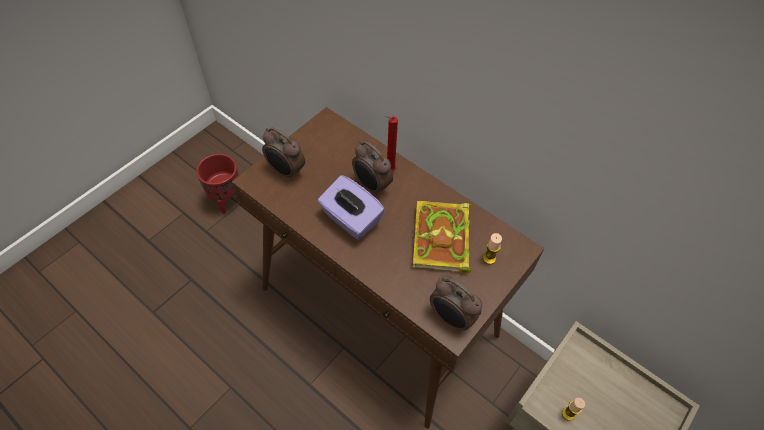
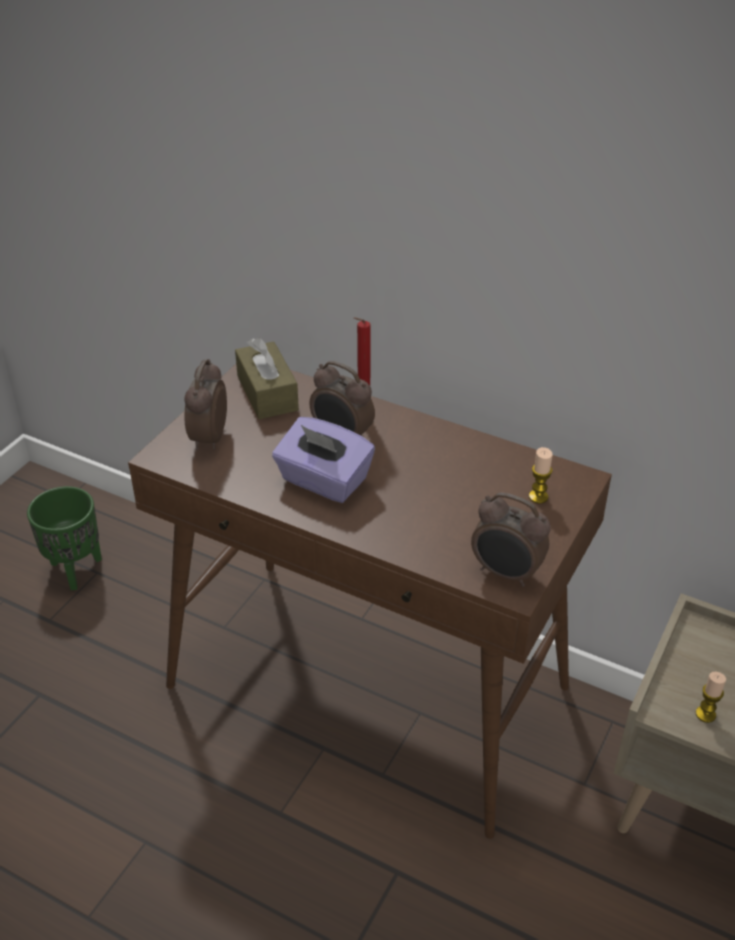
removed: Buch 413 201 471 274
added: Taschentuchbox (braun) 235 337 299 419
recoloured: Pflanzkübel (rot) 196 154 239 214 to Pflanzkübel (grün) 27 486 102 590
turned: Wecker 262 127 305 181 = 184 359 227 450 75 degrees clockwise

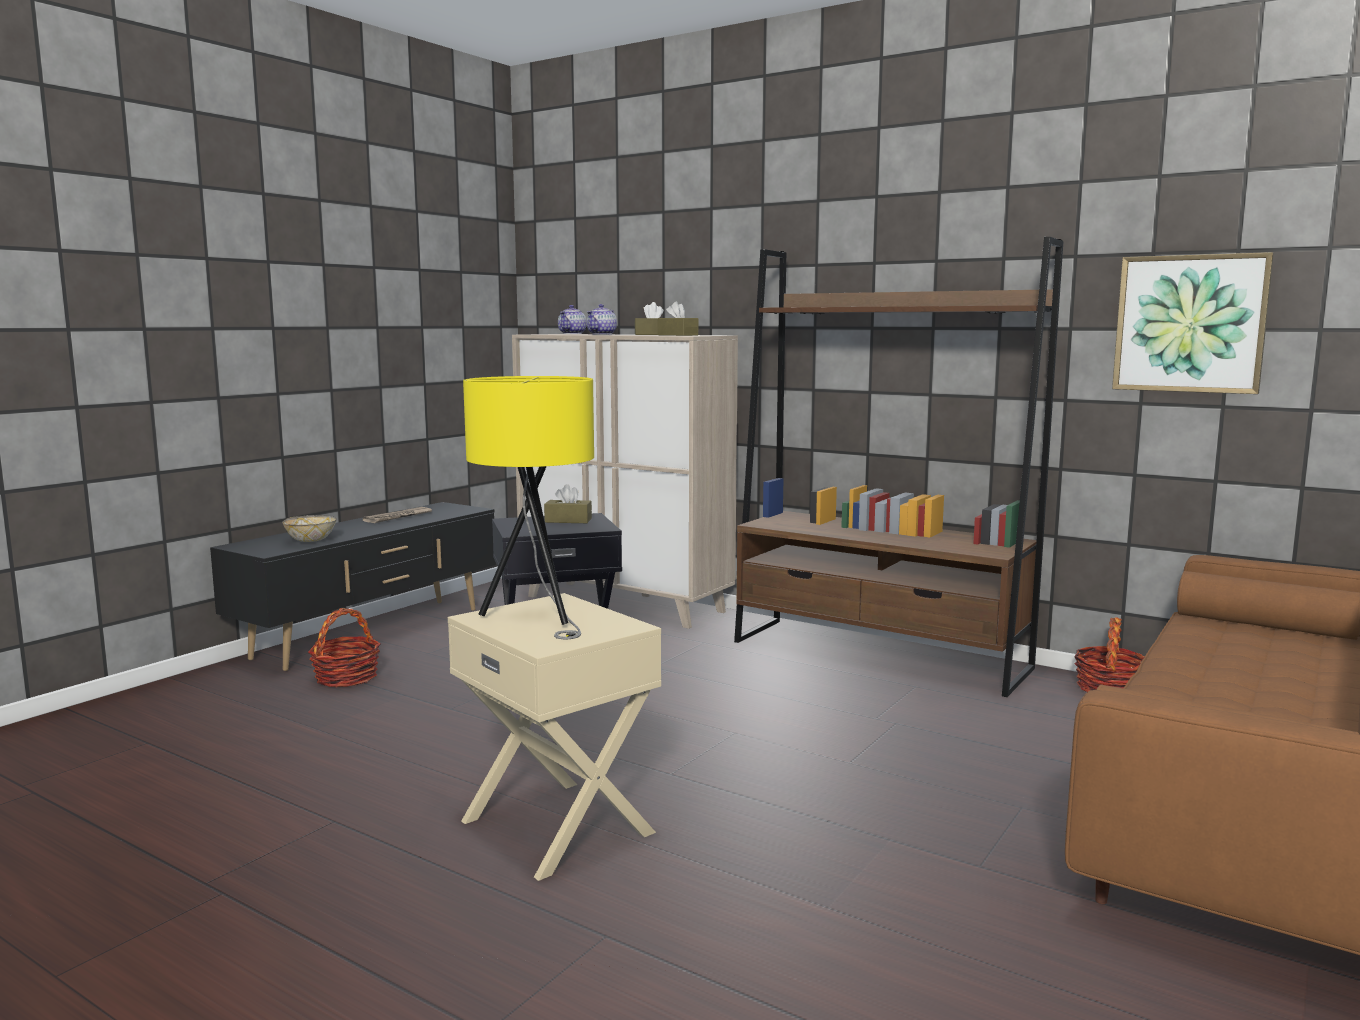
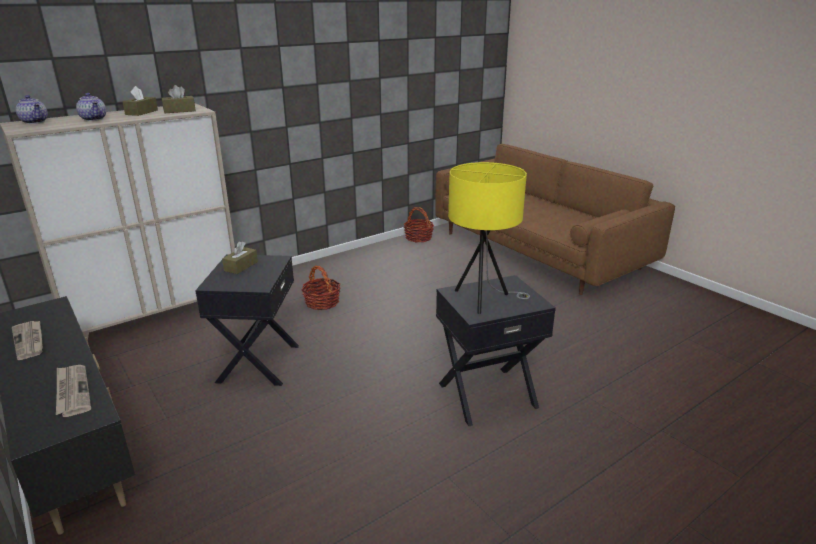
removed: Bücherregal (braun) 734 237 1063 697; Bild 1112 252 1274 394
moved: Korb 308 608 381 687 to 302 266 341 310
replaced: Schüssel 282 515 337 542 to Zeitung 56 365 91 417
recoloured: Beistelltisch (beige) 448 593 661 881 to Beistelltisch (schwarz) 436 275 556 426

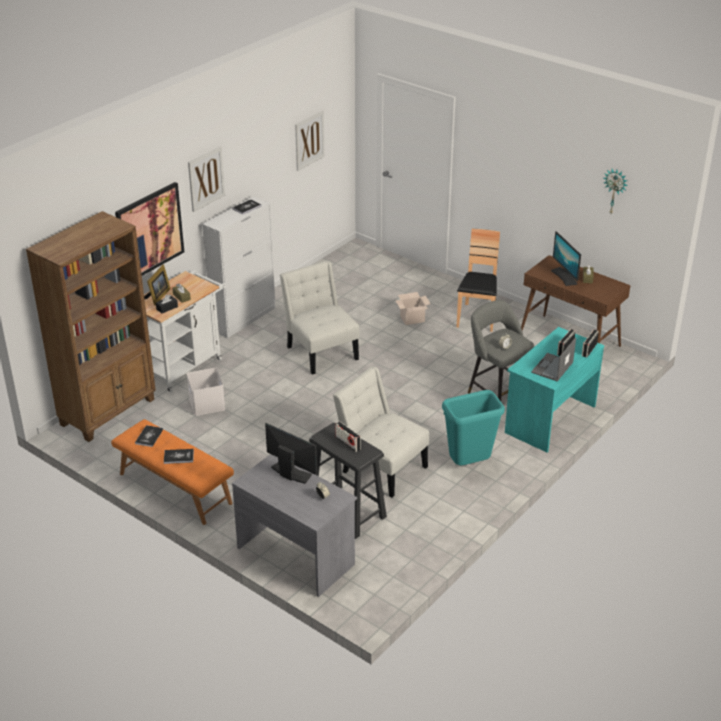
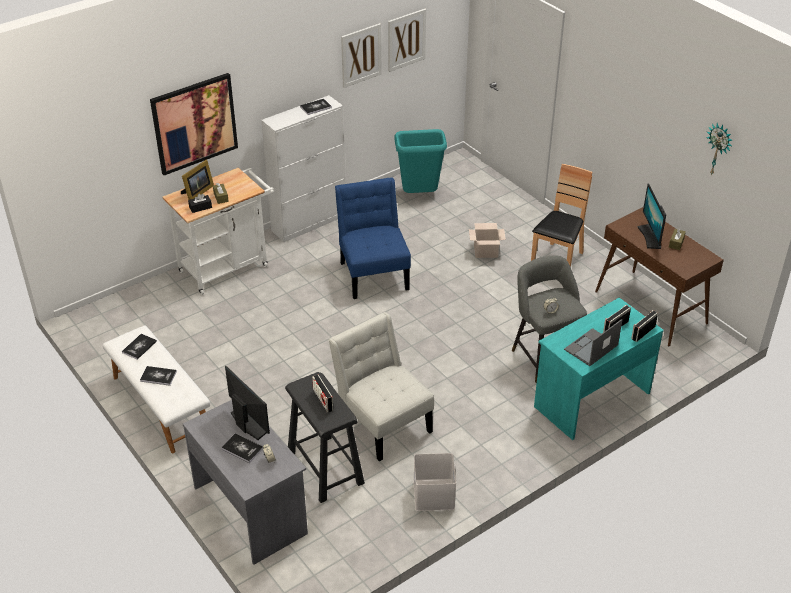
removed: Bücherregal (braun) 26 211 156 442
added: Buch 221 433 263 463
moved: Aufbewahrungsbox (weiß) 187 368 225 416 to 413 453 456 511; Bild 188 146 225 212 to 341 23 382 88; Mülleimer (türkis) 442 390 505 465 to 394 129 447 193
recoloured: Bank (orange) 111 419 234 525 to Bank (weiß) 103 325 210 453; Stuhl (weiß) 280 261 359 375 to Stuhl (blau) 335 177 411 299

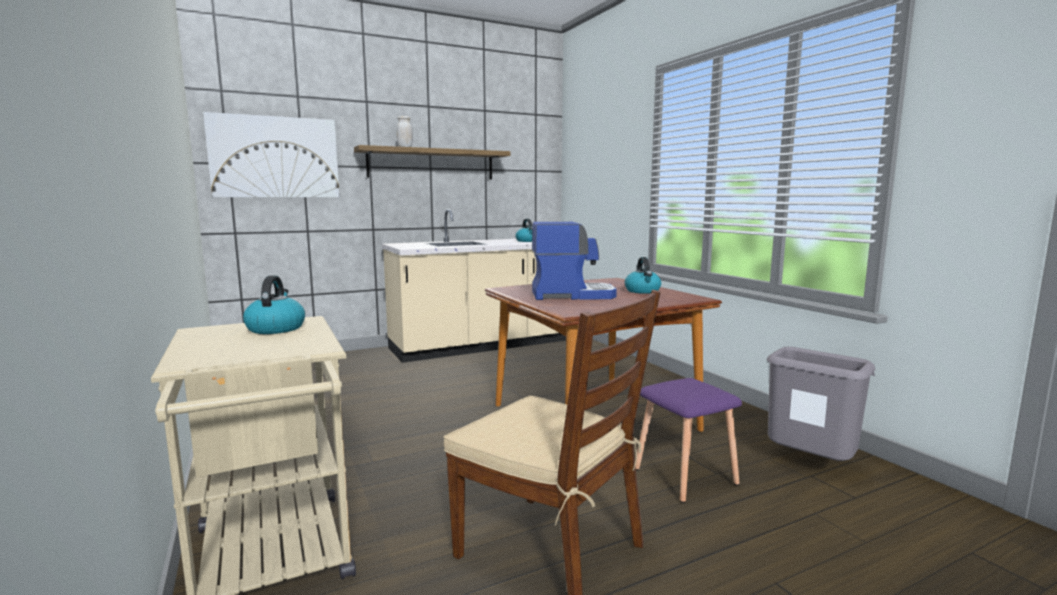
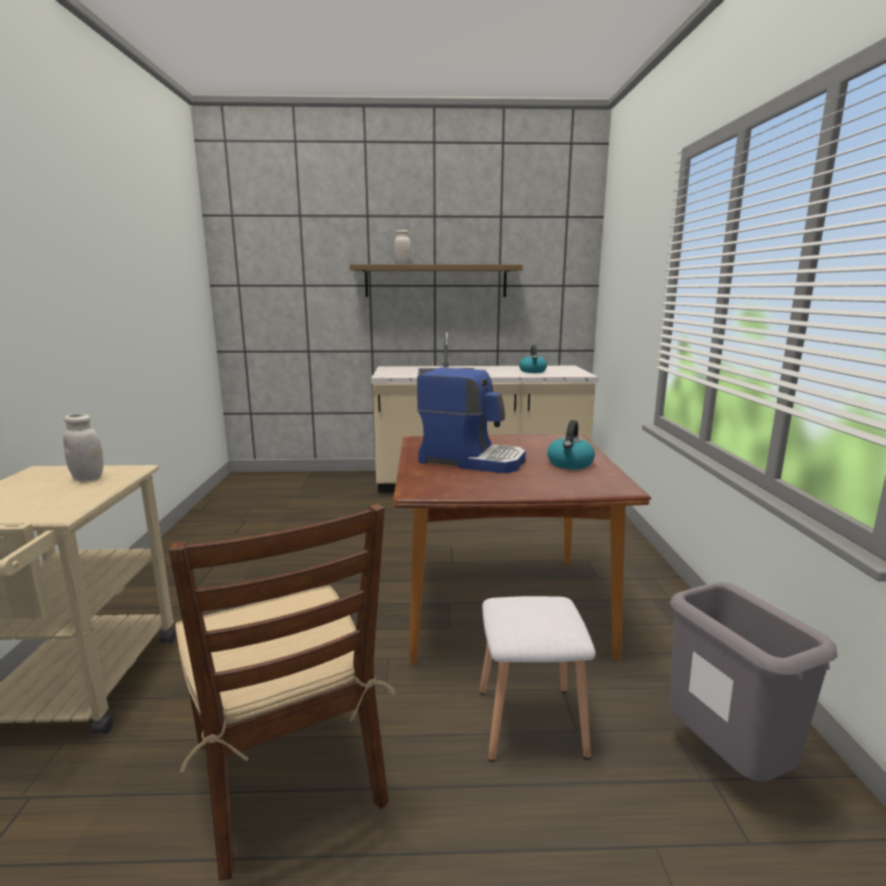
removed: Bild 203 112 340 197
replaced: Wasserkessel 243 275 305 334 to Vorratsglas (weiß) 63 414 104 481
recoloured: Hocker (lila) 635 378 742 503 to Hocker (weiß) 479 596 596 762

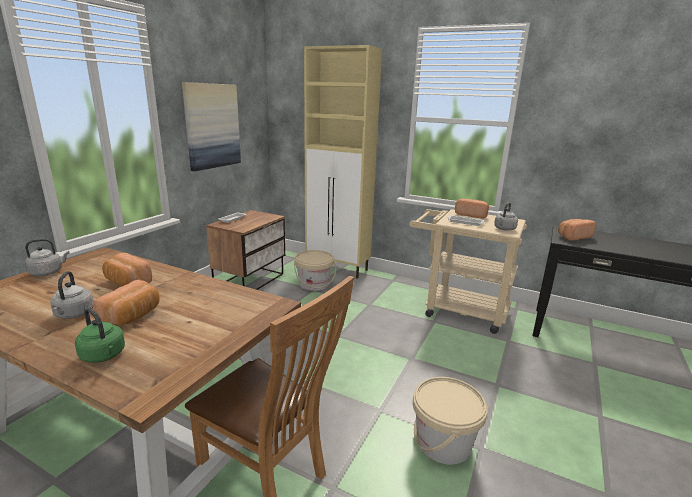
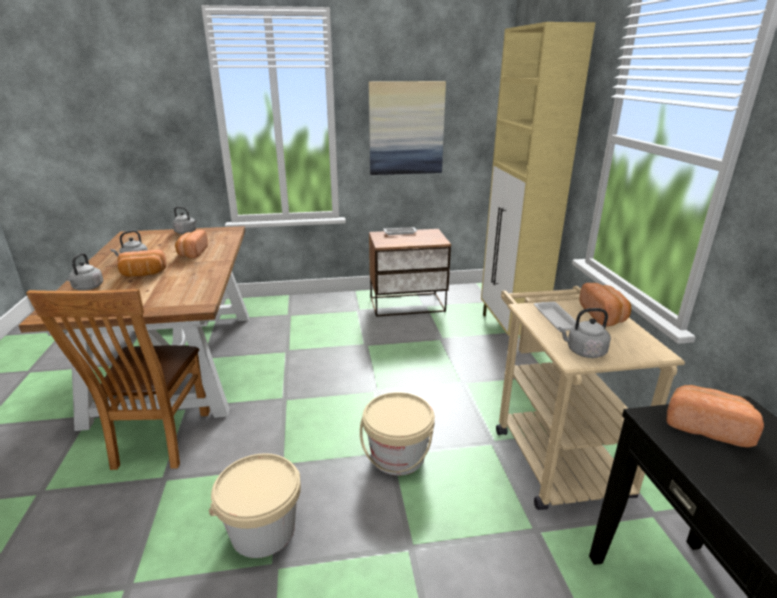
moved: Eimer (beige) 294 250 336 291 to 360 392 435 476
recoloured: Wasserkessel (grün) 75 308 125 363 to Wasserkessel (grau) 66 253 103 291

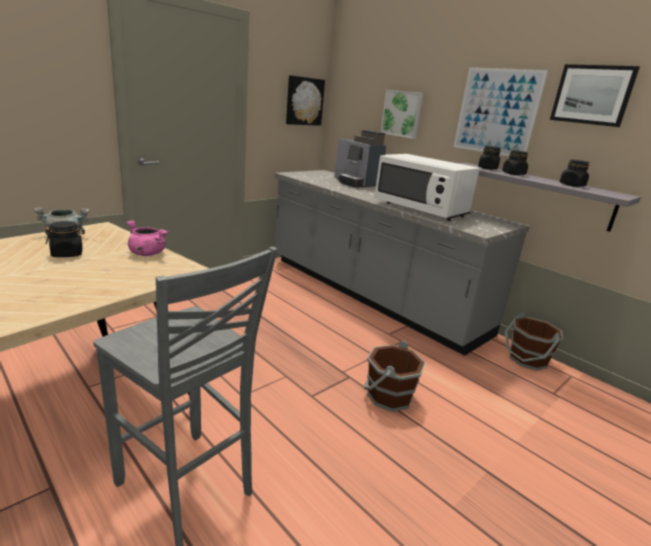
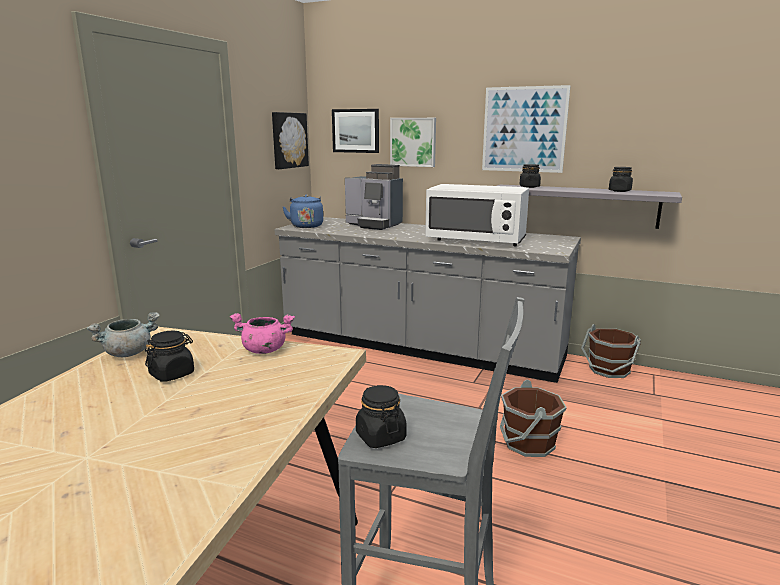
added: Wasserkessel (blau) 283 195 323 228
moved: Vorratsglas (schwarz) 502 150 528 175 to 356 385 407 448; Bild 550 64 640 127 to 332 109 379 153

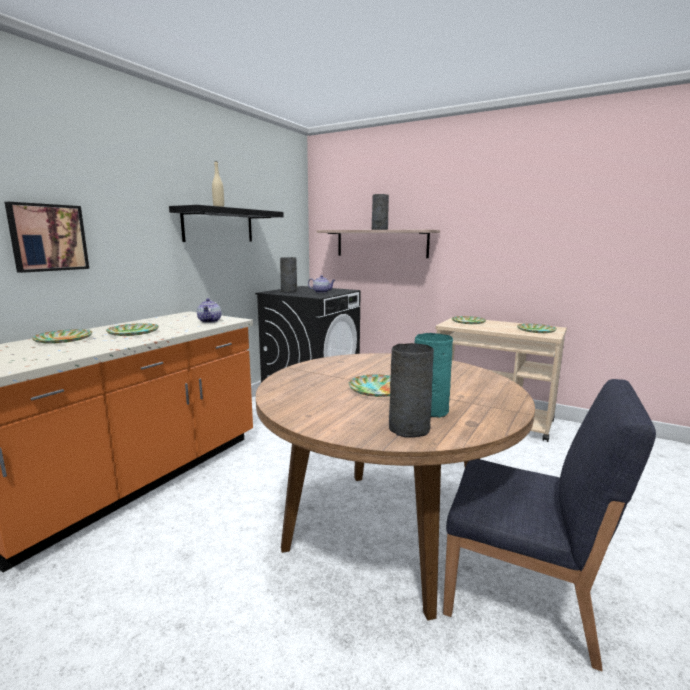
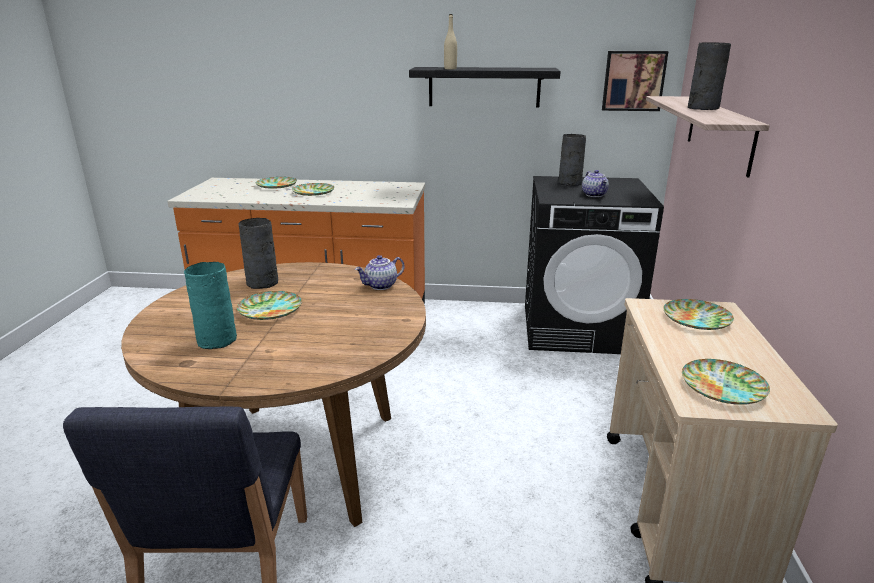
moved: Bild 5 202 89 273 to 602 51 669 111; Teekanne 197 298 222 323 to 355 255 405 290; Vase (grau) 389 343 434 438 to 238 218 278 289

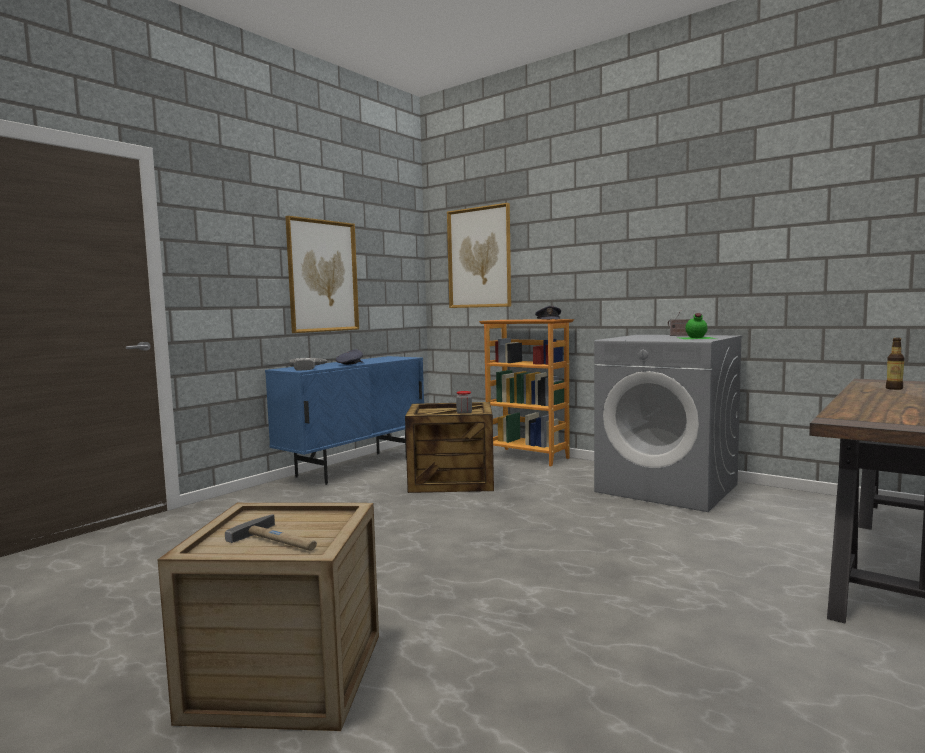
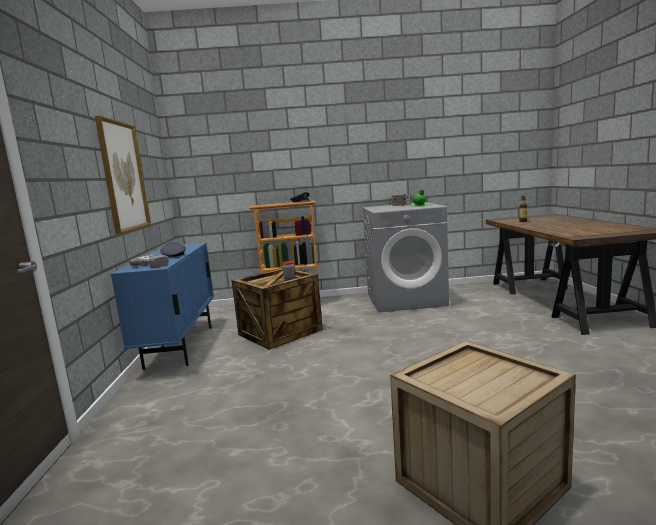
removed: Hammer 225 514 317 551; Bild 447 203 511 308

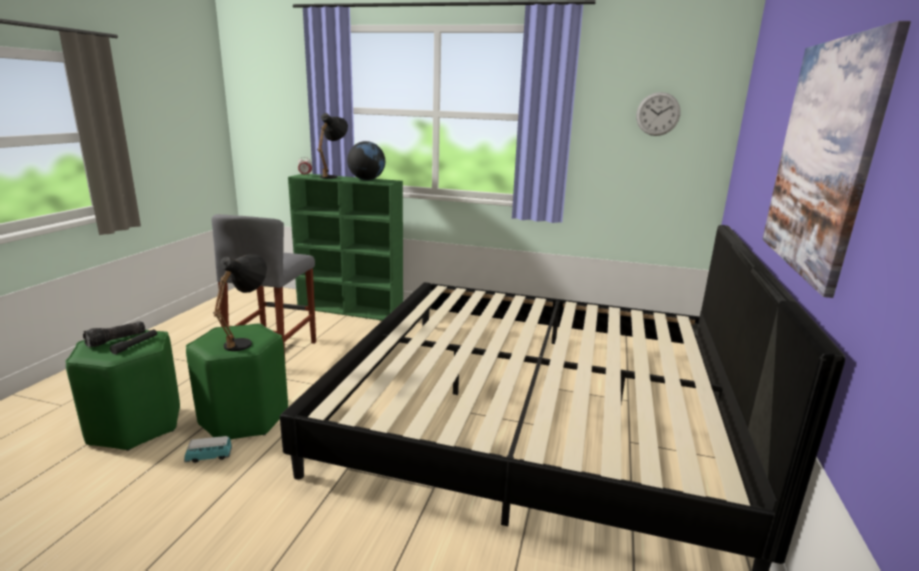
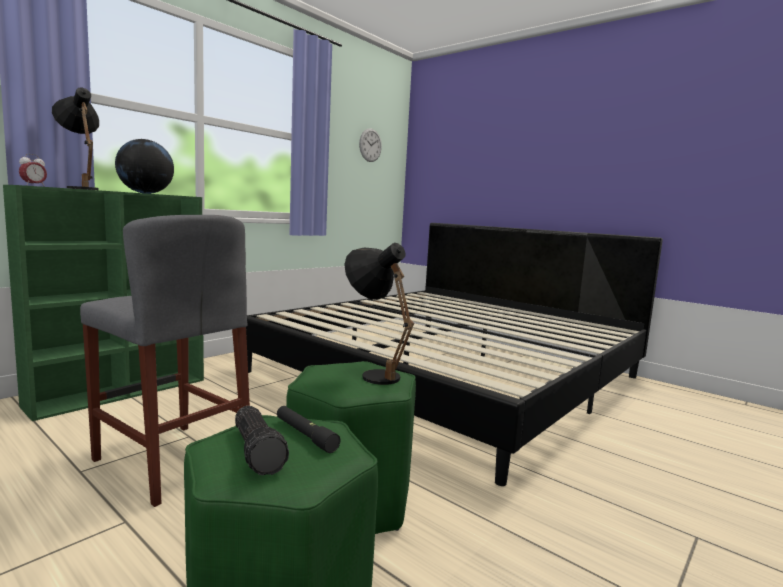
removed: Spielzeugauto 184 436 232 463; Bild 762 21 911 298

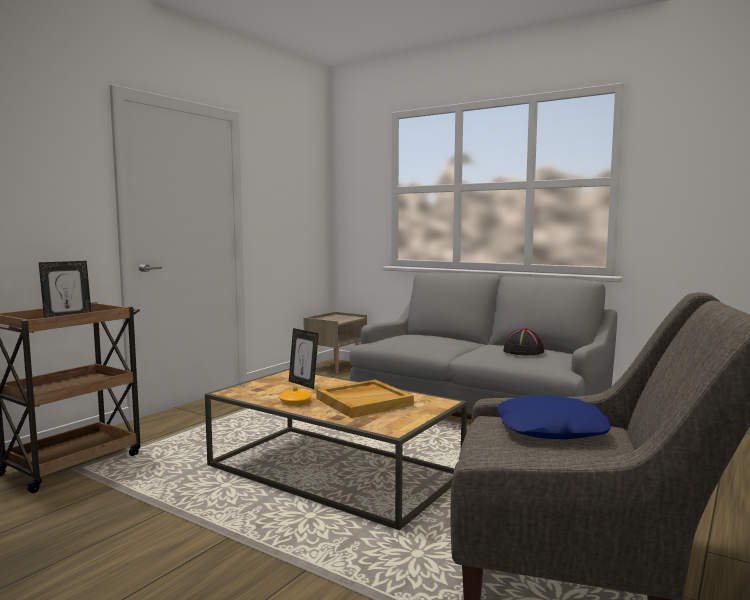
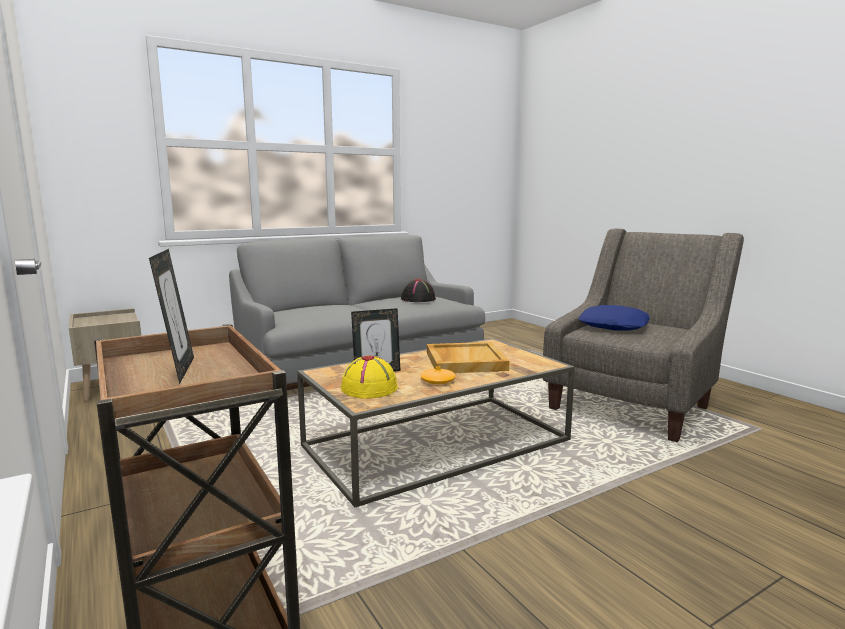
added: Hut (gelb) 341 355 398 398

